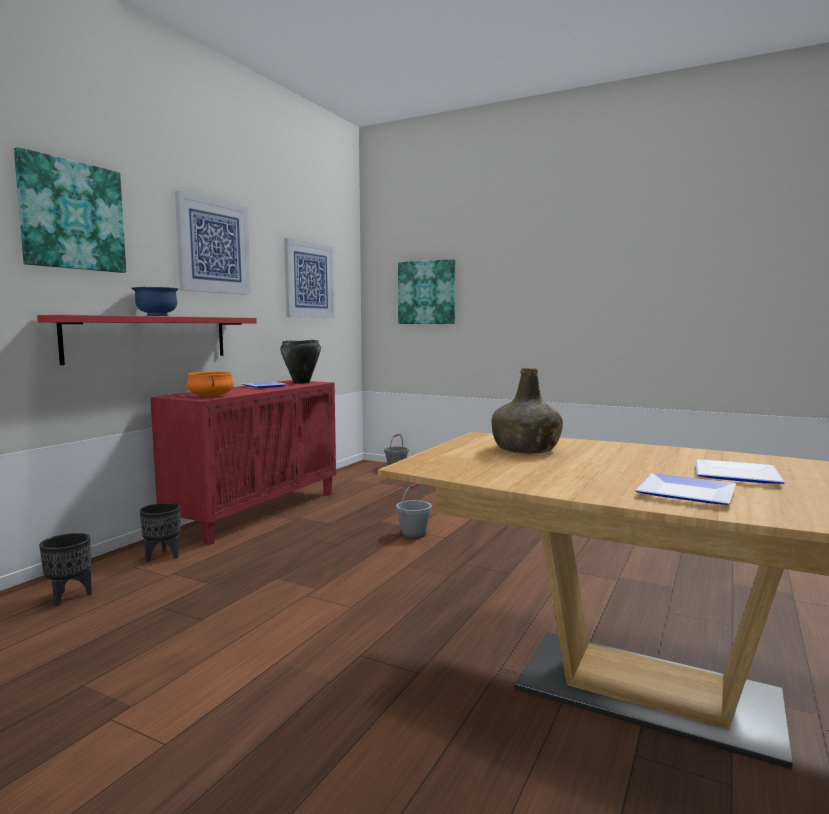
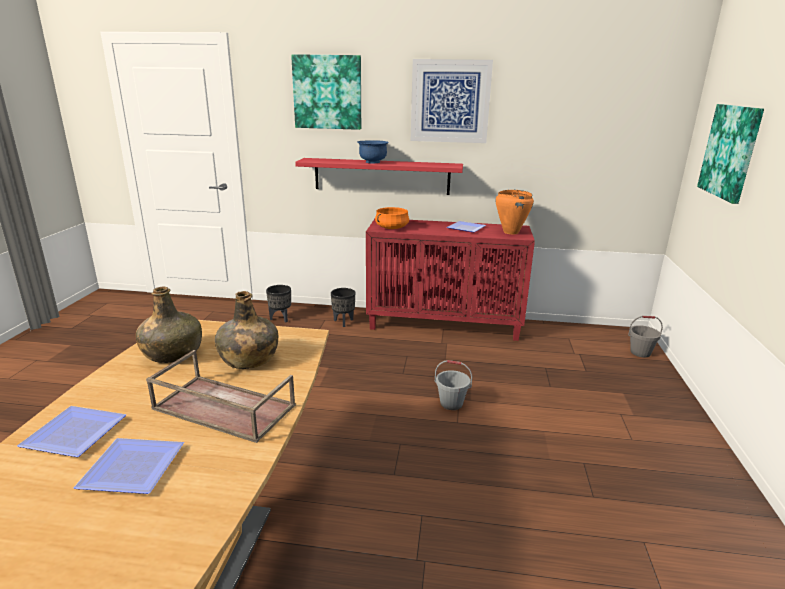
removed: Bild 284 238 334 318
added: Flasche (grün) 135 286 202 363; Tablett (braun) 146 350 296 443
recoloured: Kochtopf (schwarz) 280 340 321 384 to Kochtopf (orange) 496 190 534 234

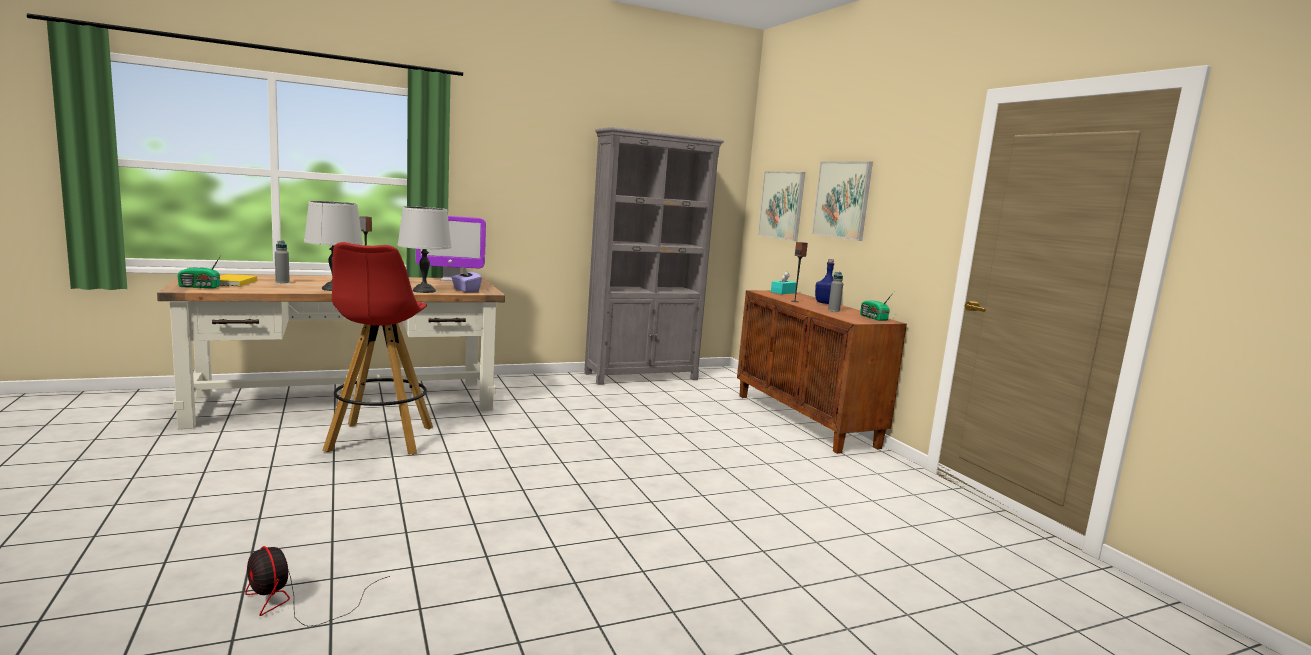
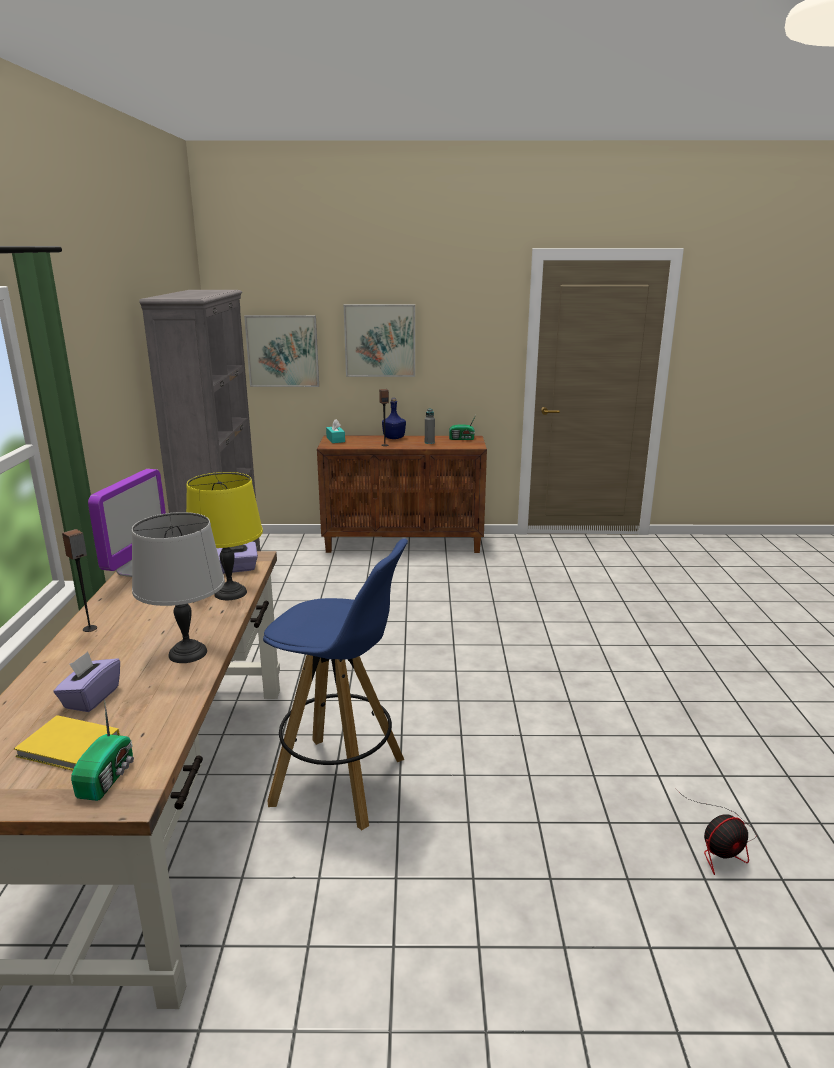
replaced: Flasche (grau) 275 240 290 283 to Taschentuchbox (lila) 53 651 120 712
recoloured: Hocker (rot) 322 242 433 455 to Hocker (blau) 263 538 408 830; Tischlampe (grau) 398 206 452 293 to Tischlampe (gelb) 186 472 263 600

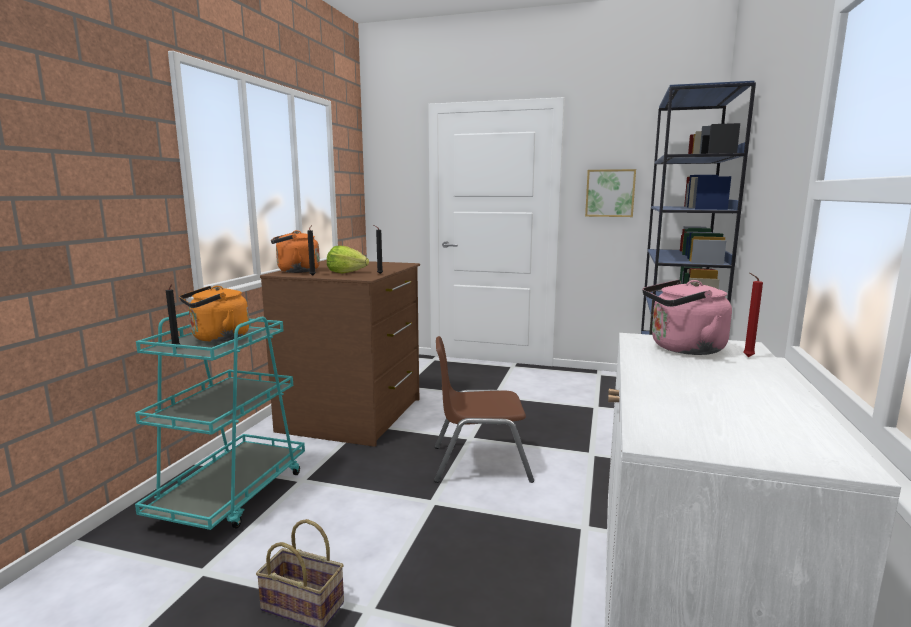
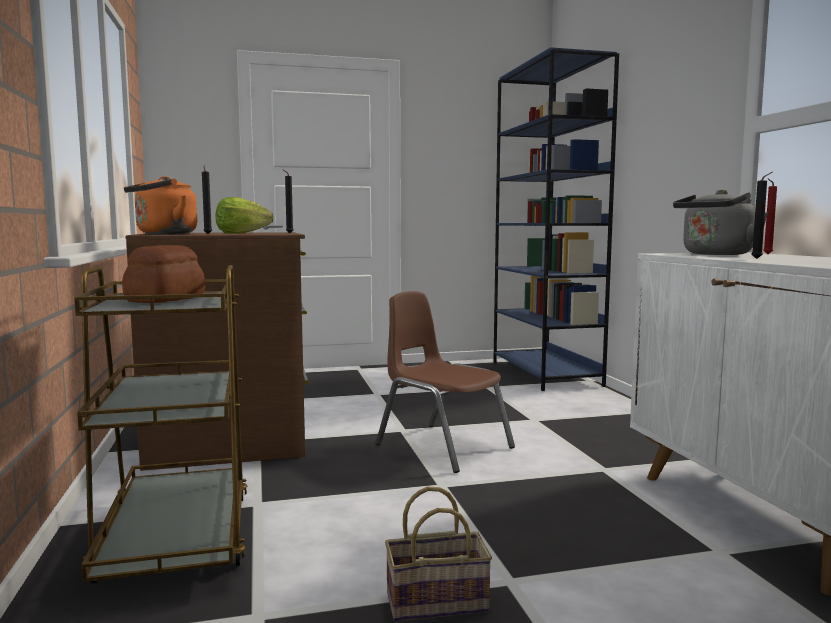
removed: Bild 585 169 636 217
moved: Kerze (schwarz) 166 284 180 348 to 752 172 773 259
replaced: Wasserkessel (orange) 179 286 249 342 to Brot 122 245 205 303
recoloured: Rollwagen (türkis) 135 311 305 530 to Rollwagen (braun) 74 265 247 584; Wasserkessel (rosa) 643 280 732 355 to Wasserkessel (grau) 673 190 768 255
turned: Stuhl (braun) 434 336 534 483 = 376 291 515 473 75 degrees clockwise

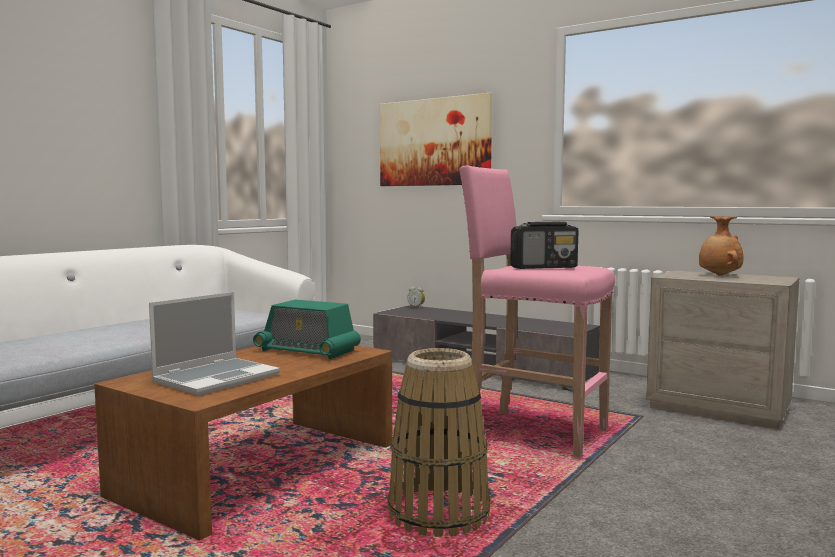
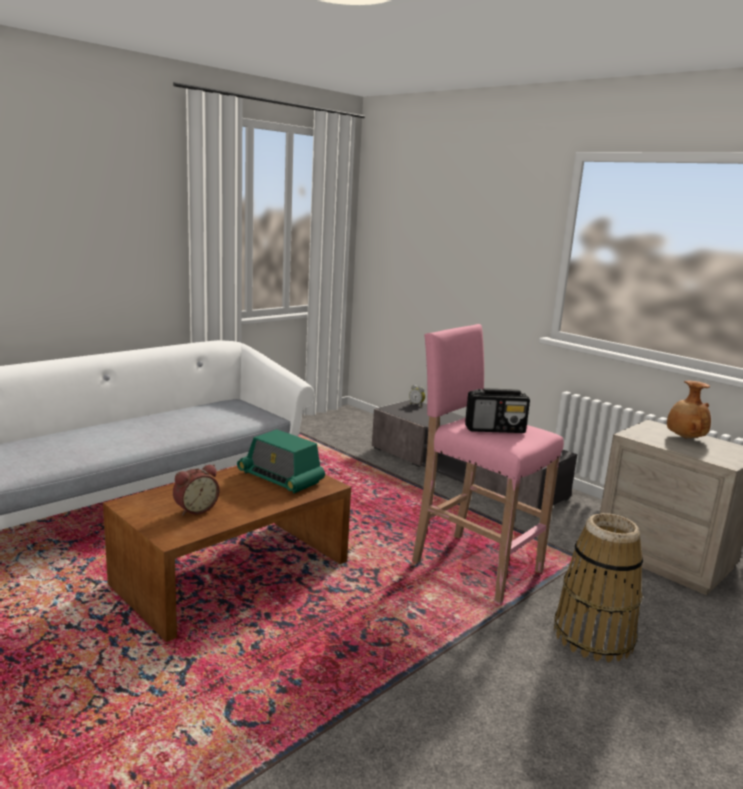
removed: Bild 380 93 492 186
moved: Korb 387 348 490 537 to 554 513 643 662
replaced: Laptop 149 292 280 395 to Wecker 173 464 219 516

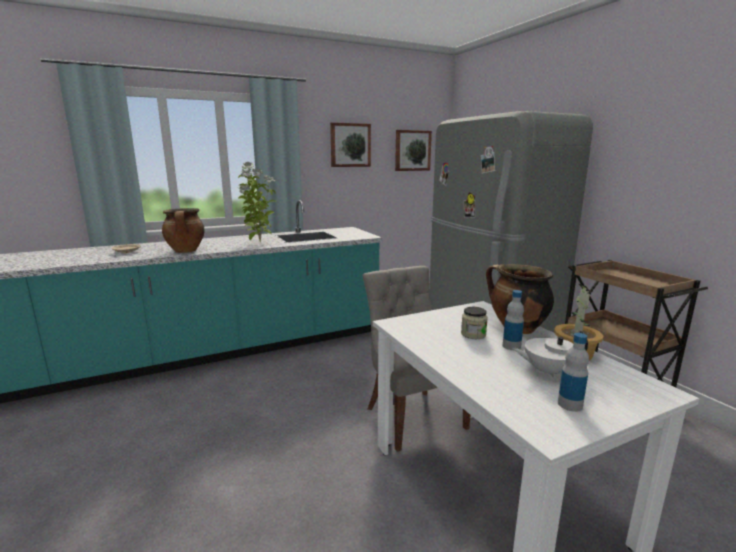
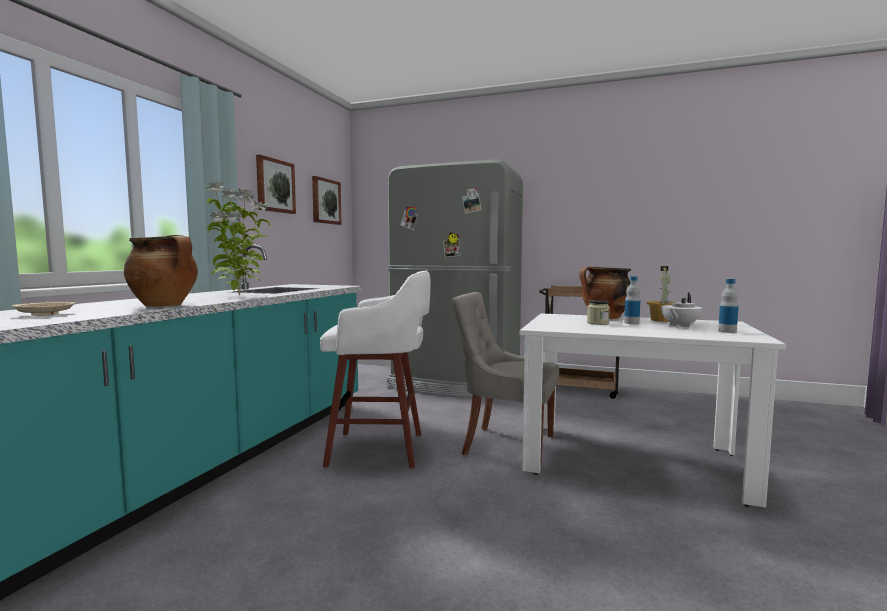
added: Hocker (weiß) 320 271 431 468

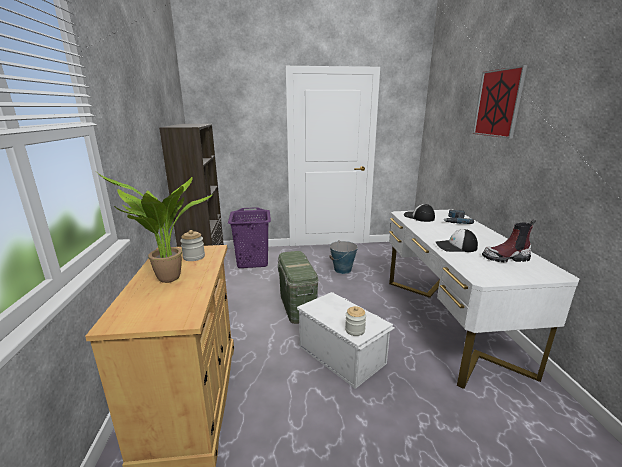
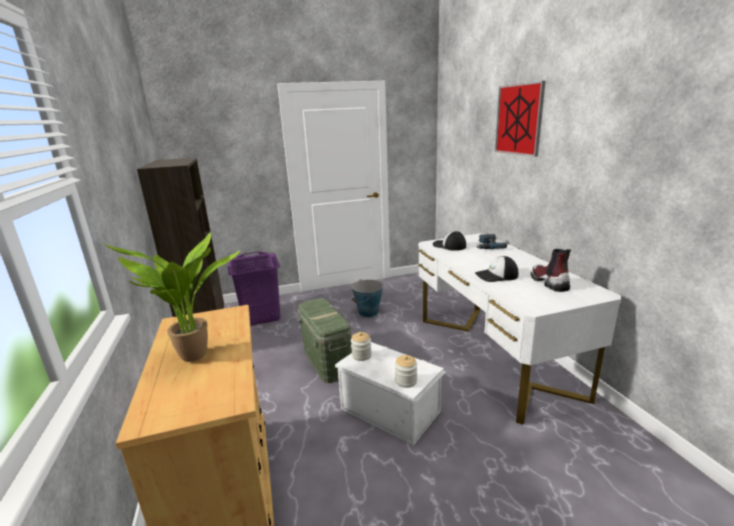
moved: Vorratsglas 180 230 205 261 to 351 332 372 361
turned: Stiefel 482 220 536 262 = 531 249 571 292 90 degrees clockwise

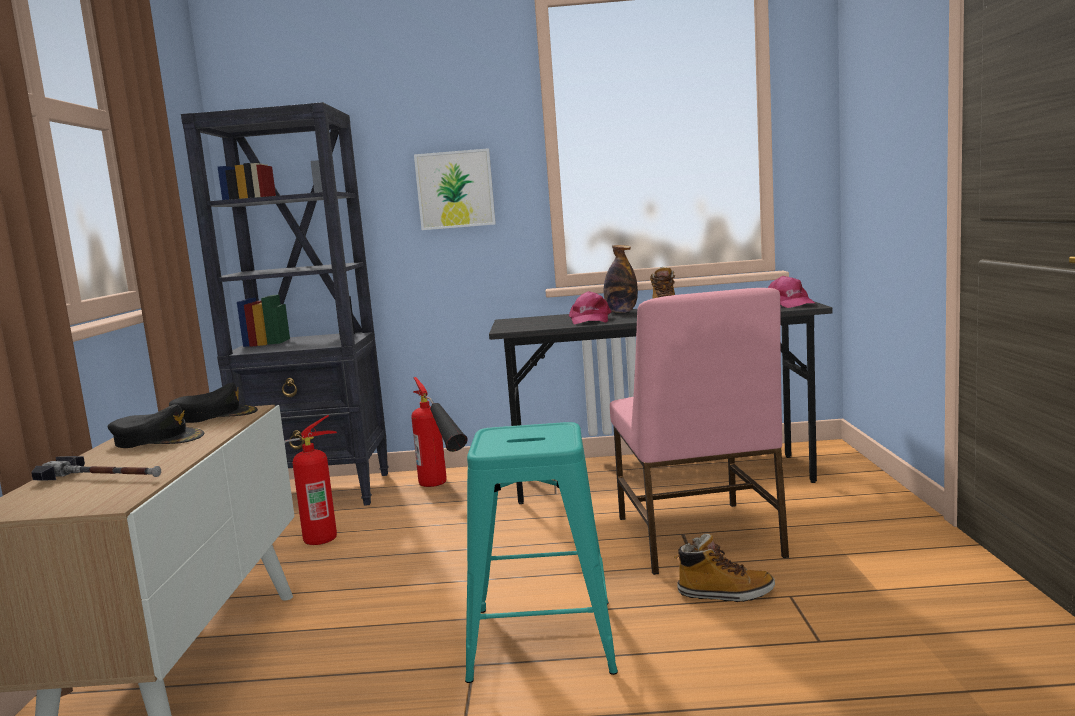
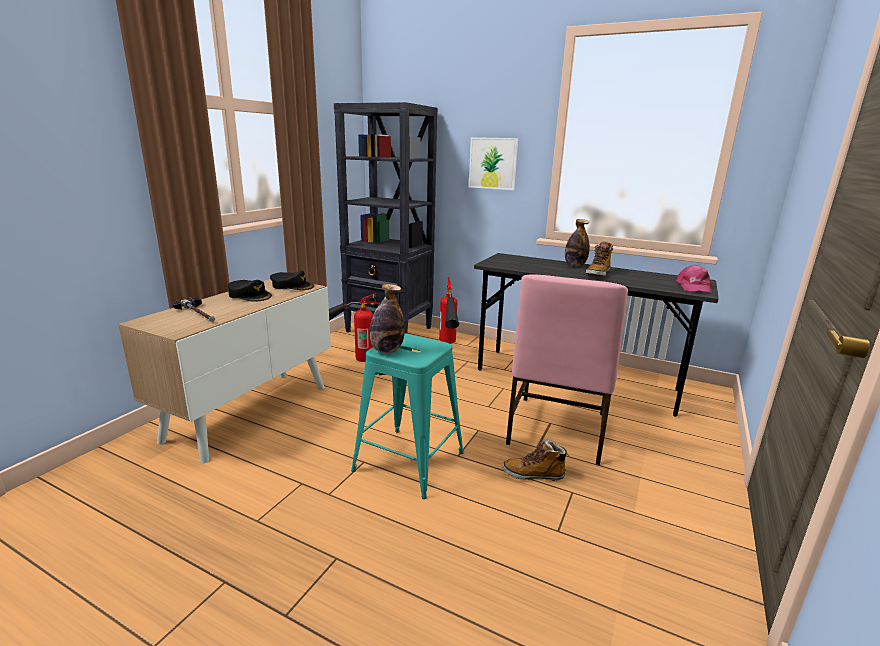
removed: Kappe (rosa) 569 291 612 325
added: Flasche 370 284 405 353
turned: Stiefel 674 534 775 602 = 502 440 568 481 150 degrees clockwise

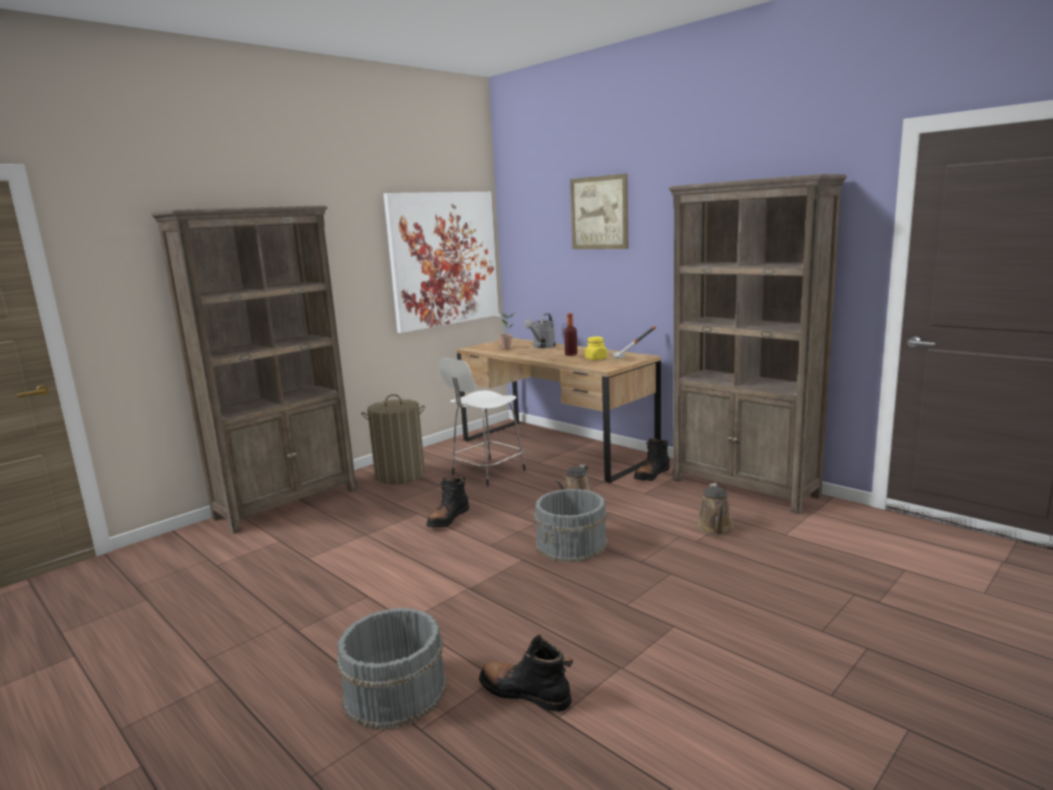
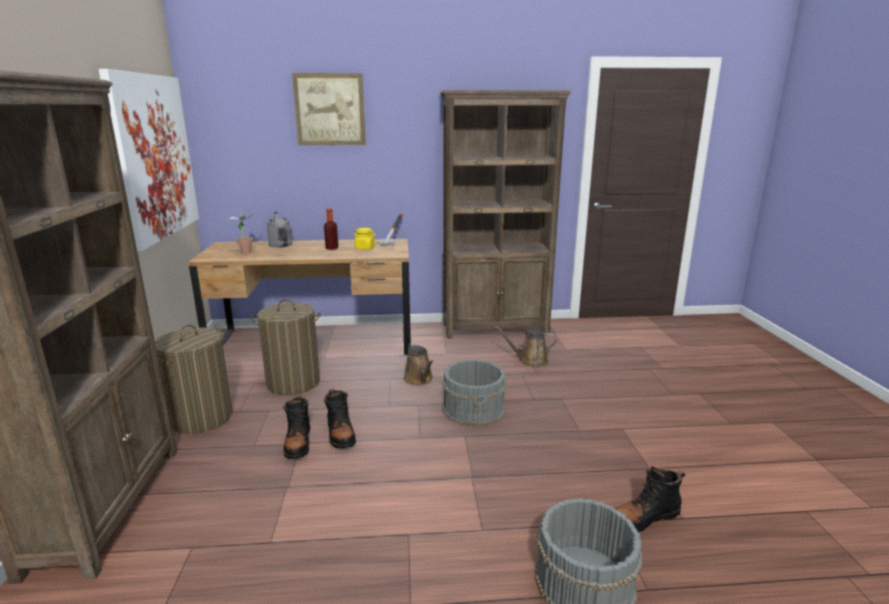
moved: Stiefel (schwarz) 634 438 670 481 to 283 395 310 459
replaced: Hocker (weiß) 438 358 526 486 to Wäschekorb 251 299 321 395
turned: Gießkanne (braun) 696 483 734 535 = 495 326 557 367 135 degrees clockwise

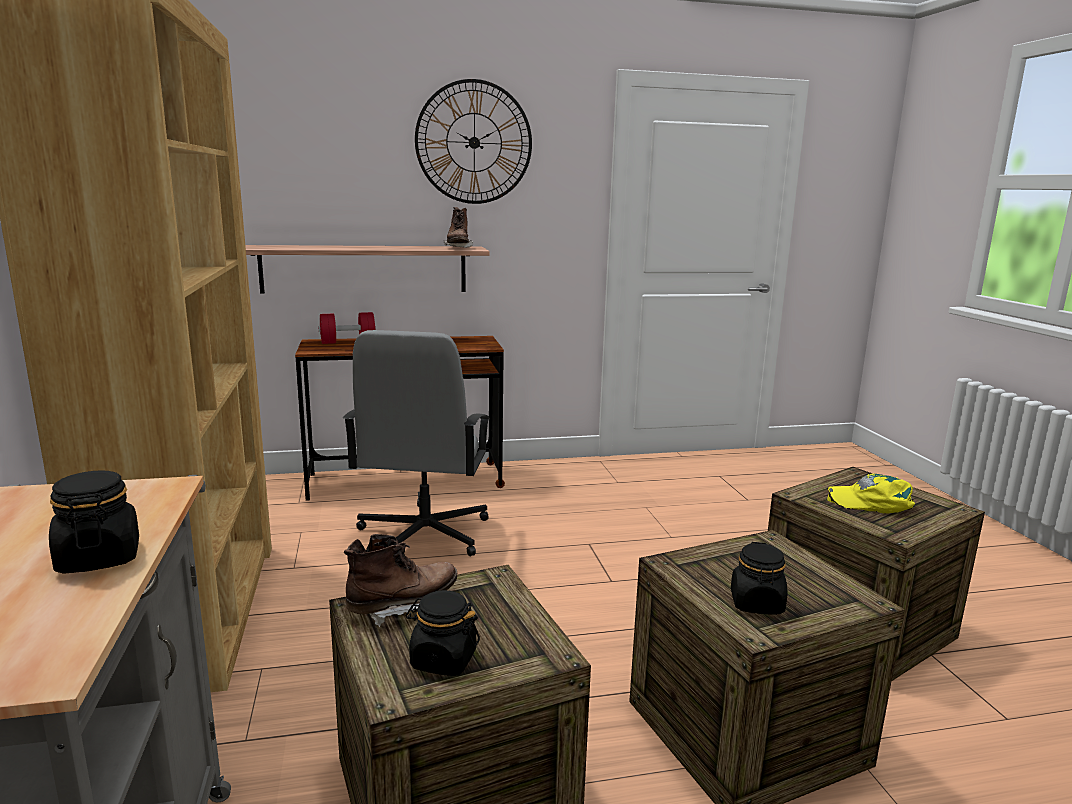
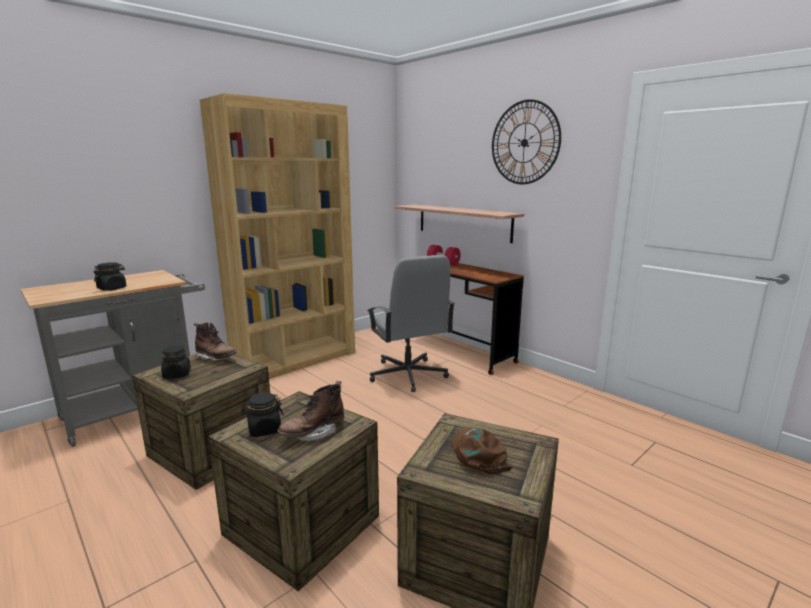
moved: Stiefel (braun) 444 207 473 248 to 277 381 344 441
recoloured: Kappe (gelb) 827 474 915 514 to Kappe (braun) 451 427 512 474
turned: Bürostuhl (grau) 343 330 490 556 = 367 255 455 392 90 degrees counterclockwise

